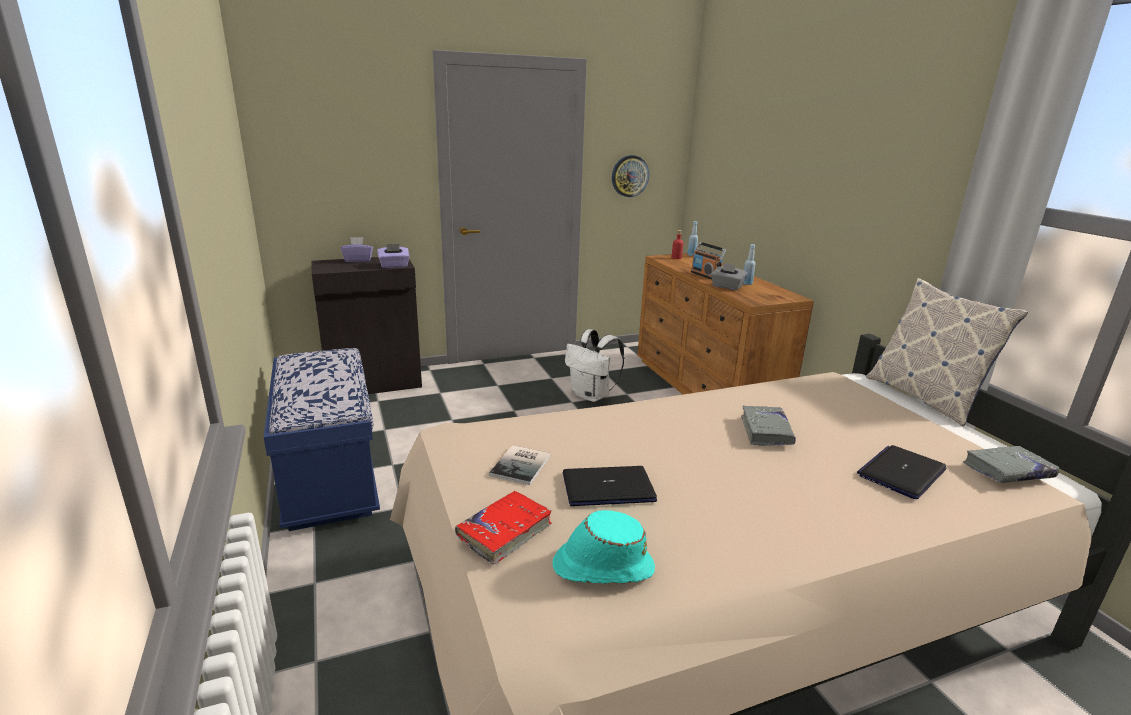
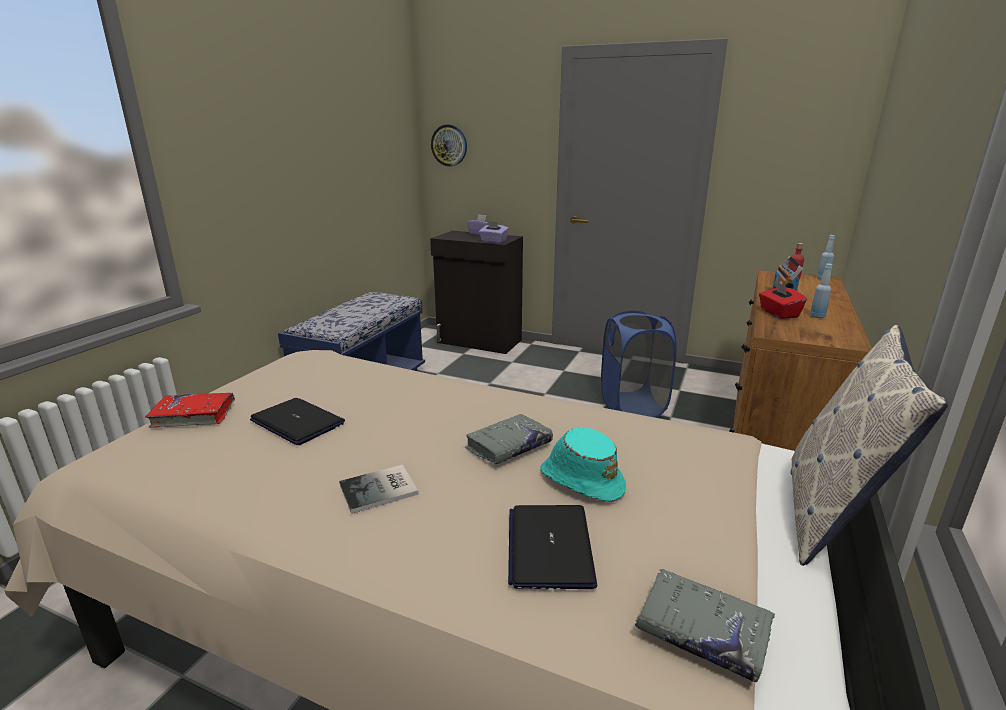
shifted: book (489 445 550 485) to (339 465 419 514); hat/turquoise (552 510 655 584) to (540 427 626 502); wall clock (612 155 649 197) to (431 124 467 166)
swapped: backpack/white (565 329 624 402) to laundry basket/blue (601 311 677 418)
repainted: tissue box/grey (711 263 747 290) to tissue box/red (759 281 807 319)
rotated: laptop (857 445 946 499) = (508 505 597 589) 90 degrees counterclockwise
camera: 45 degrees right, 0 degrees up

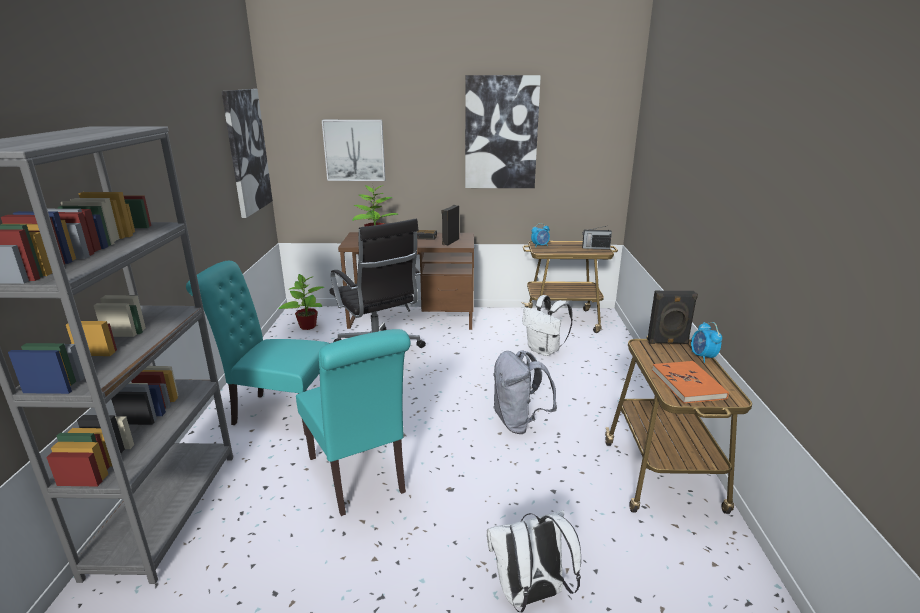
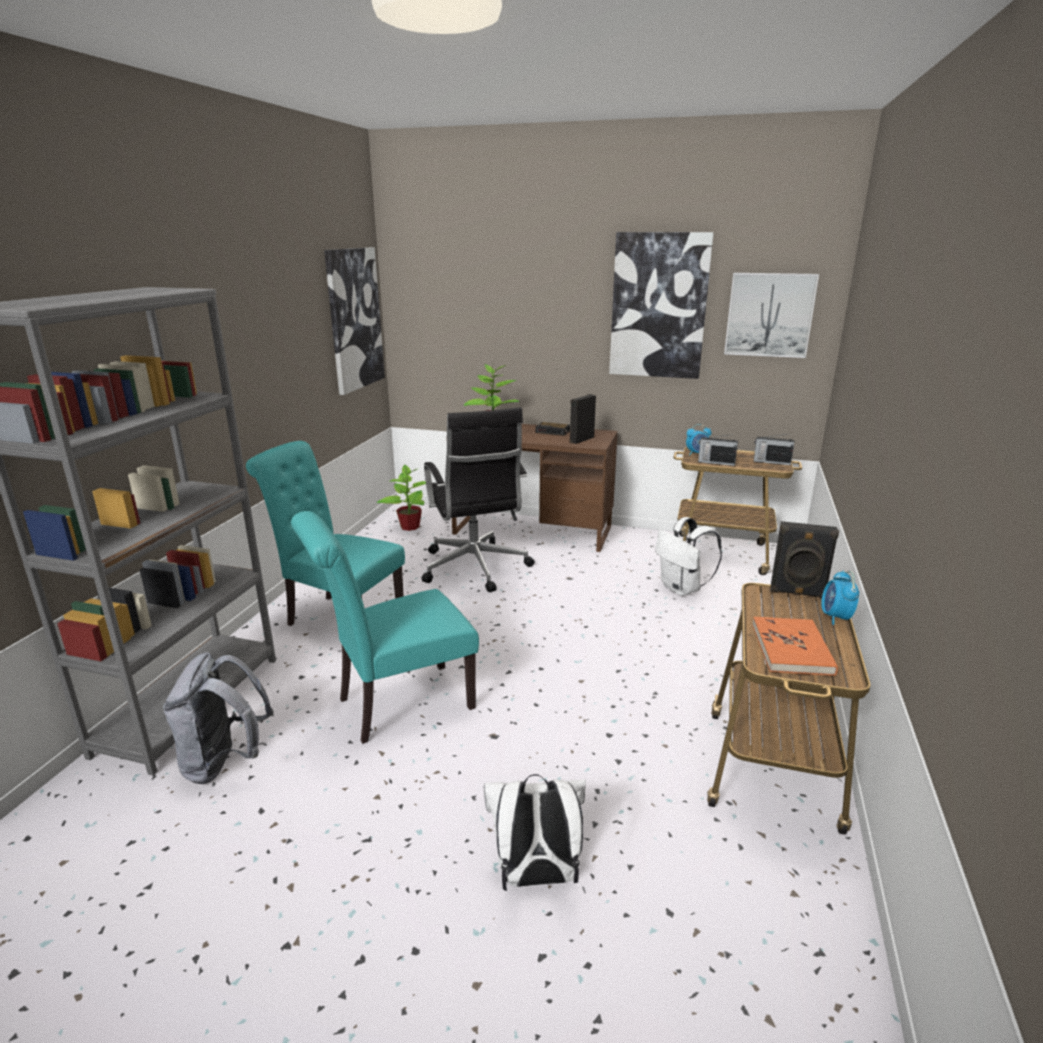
new: radio (698 434 738 466)
shifted: picture (322 120 385 181) to (724 273 819 358); backpack/grey (493 350 557 434) to (163 652 274 784)
rotated: chair/turquoise (296 329 411 516) = (291 511 479 744) 75 degrees clockwise
camera: 15 degrees right, 0 degrees up

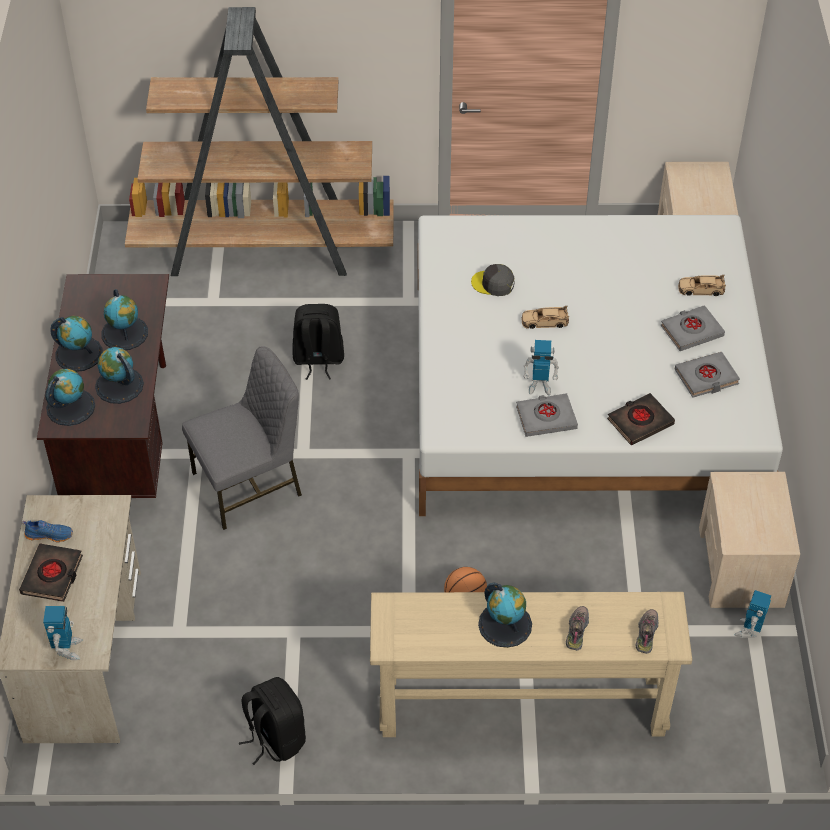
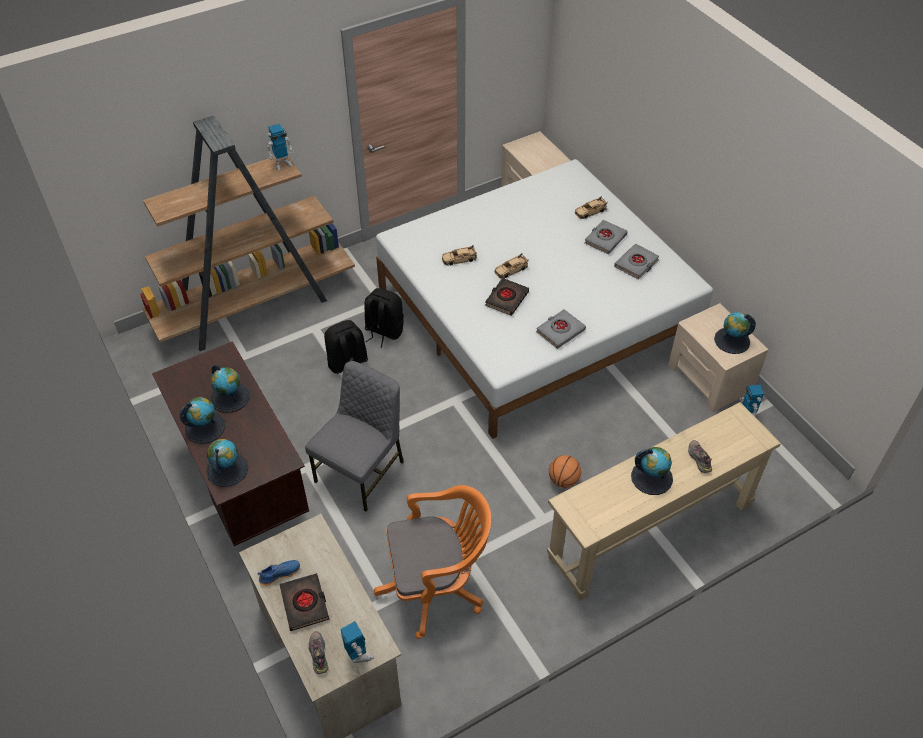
new: office chair/orange (373 485 491 639)
shifted: globe (95 347 144 404) to (714 312 756 354); backpack/black (239 677 306 765) to (364 288 404 348); toy robot (523 340 559 395) to (267 124 294 171); book/black (607 393 675 445) to (485 278 529 316); shoe (635 609 659 654) to (308 631 328 674)
swapped: cap/grey (471 264 515 296) to toy car/beige (442 245 477 266)
camera: 30 degrees left, 0 degrees up

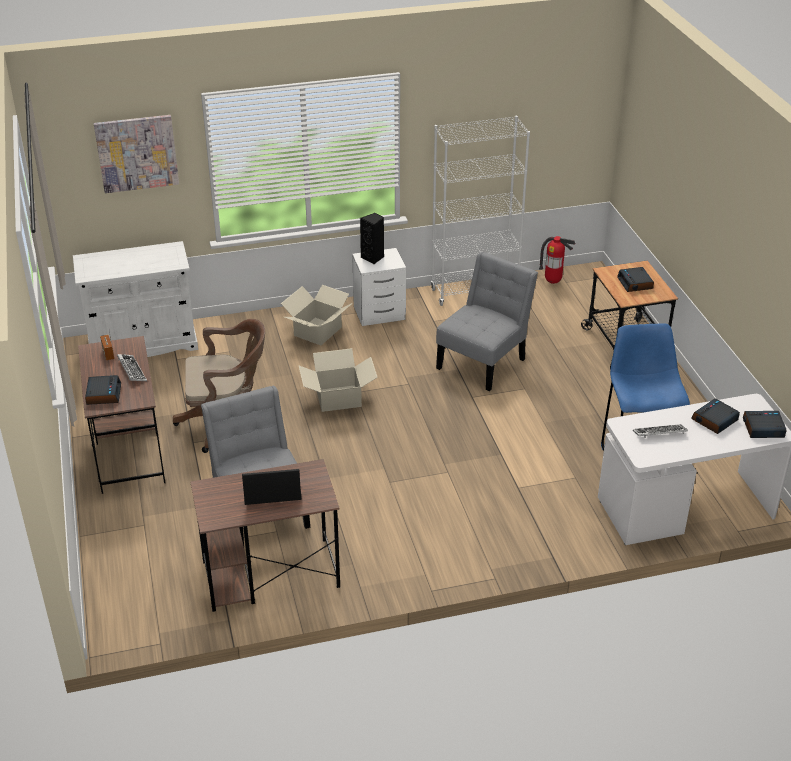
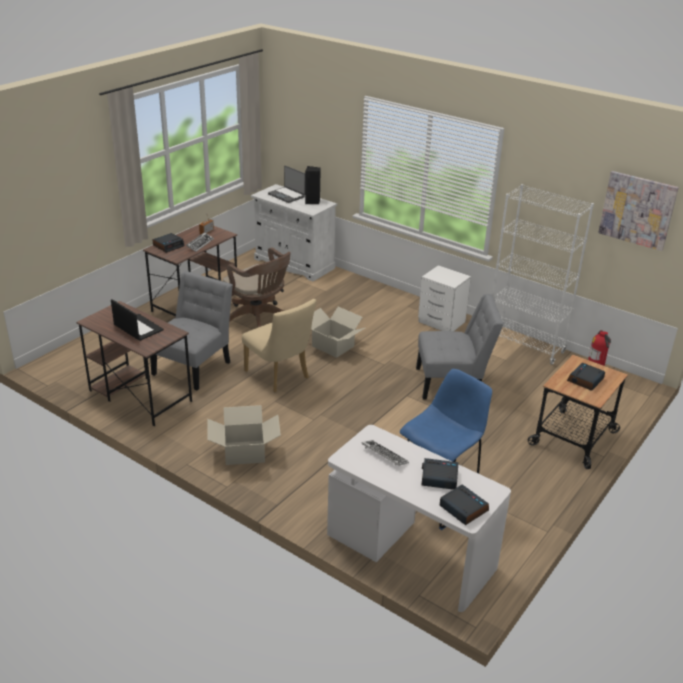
new: chair/beige (242 299 316 392); laptop (268 166 305 203)
shifted: picture (94 115 179 193) to (598 171 679 251); cardboard box (281 285 352 345) to (207 405 281 465); speaker/black (360 213 384 264) to (305 166 321 204)
camera: 50 degrees right, 5 degrees down

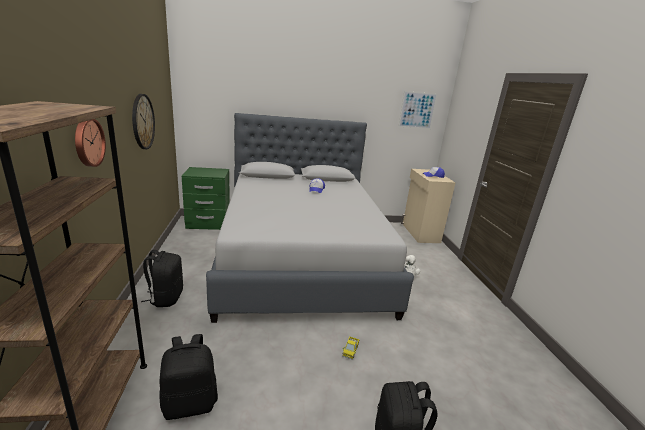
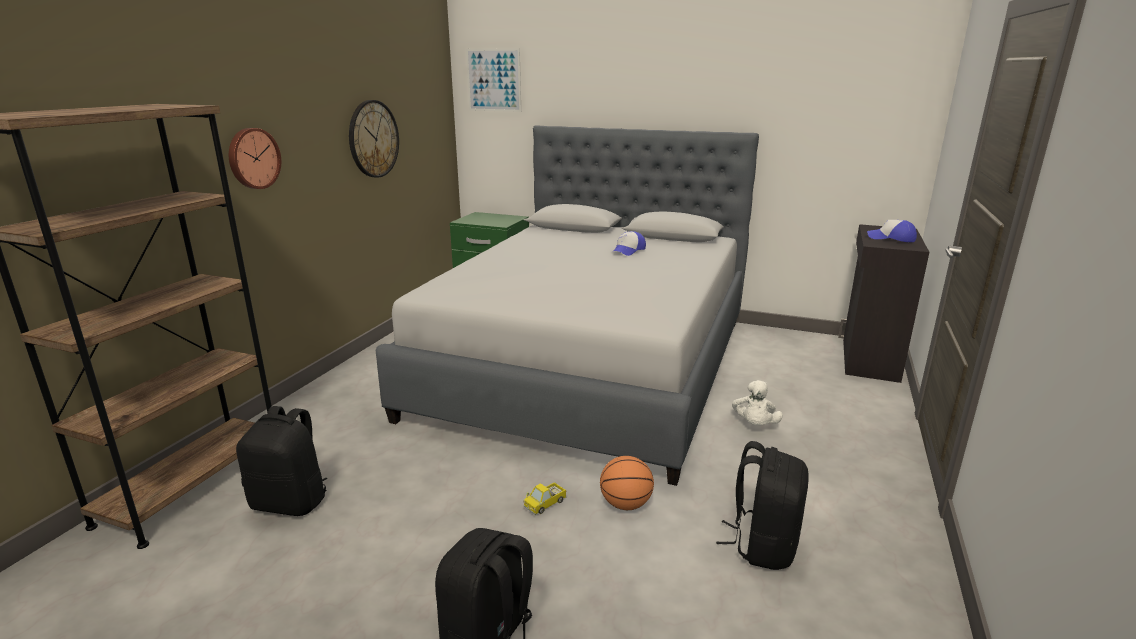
new: basketball (600 456 654 510)
shifted: backpack/black (141 250 183 307) to (716 441 809 570); picture (398 91 437 129) to (466 48 521 112)
repainted: cabinet/beige (401 169 456 243) to cabinet/black (838 224 929 383)
camera: 30 degrees right, 0 degrees up

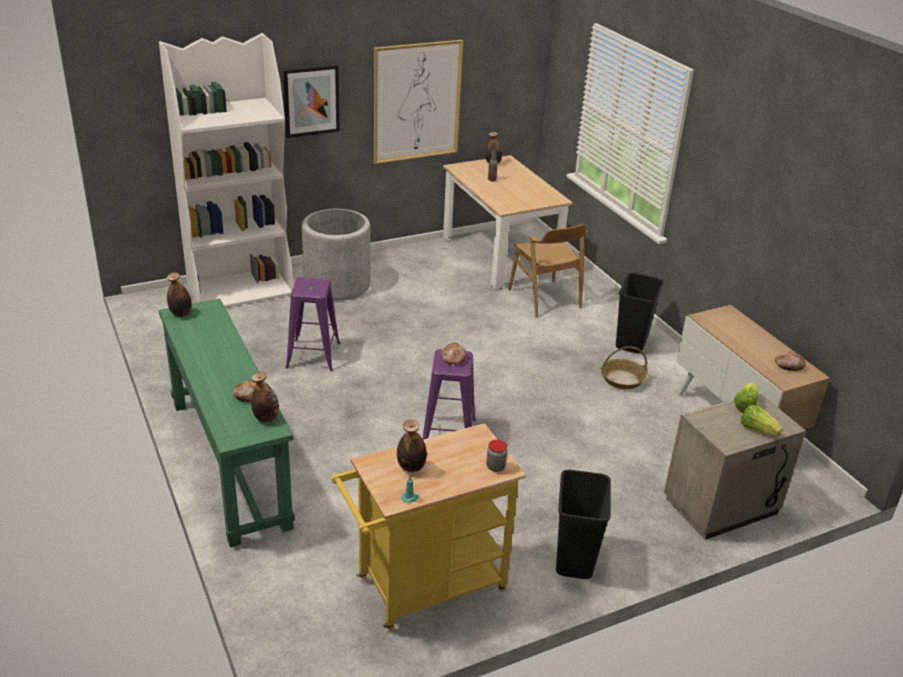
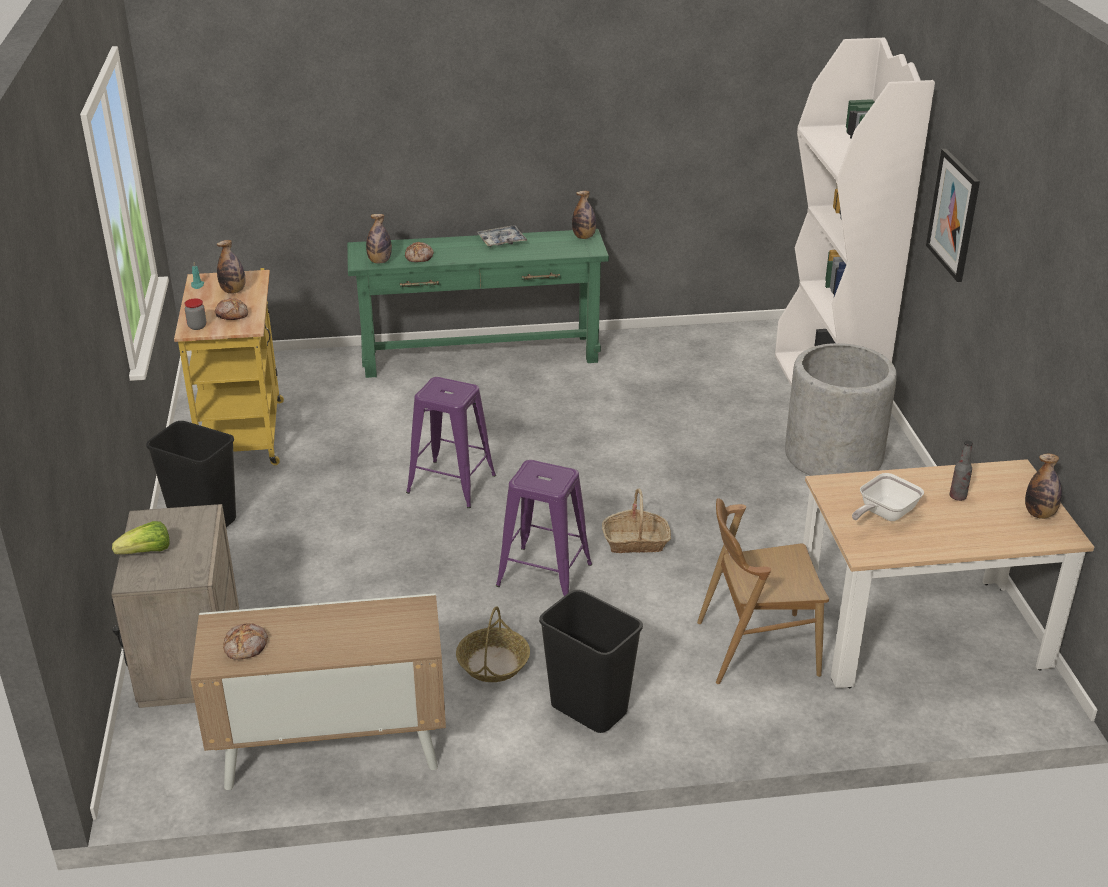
gone: picture (374 40 463 164); lettuce (734 383 758 412)
new: tray (477 225 528 247); basket (602 489 671 553); frying pan (852 473 924 521)
shifted: stool/purple (285 277 340 371) to (496 460 592 596); bread (441 342 466 365) to (214 298 248 320)
camera: 110 degrees right, 0 degrees up

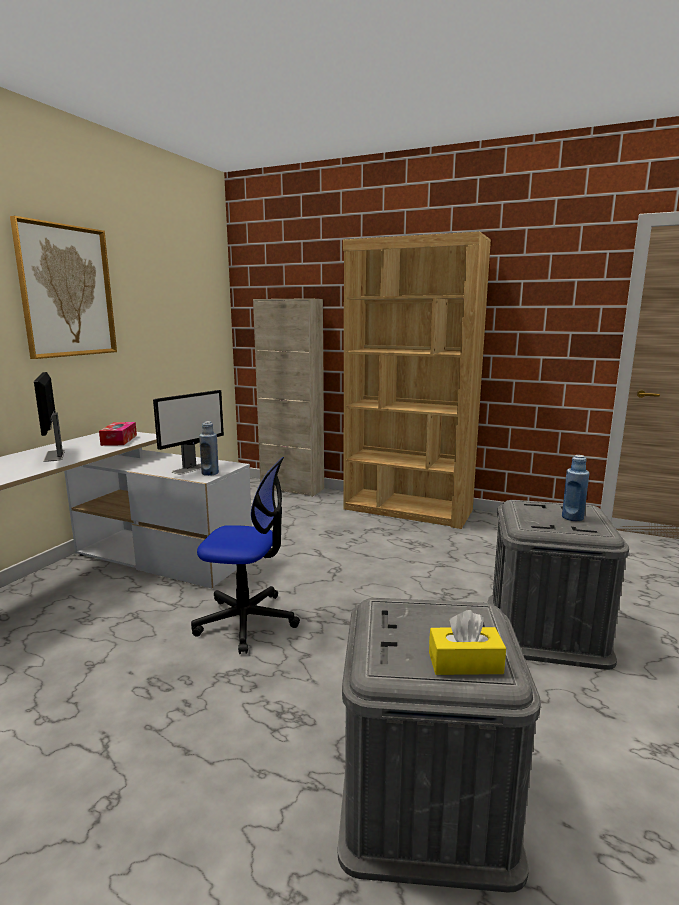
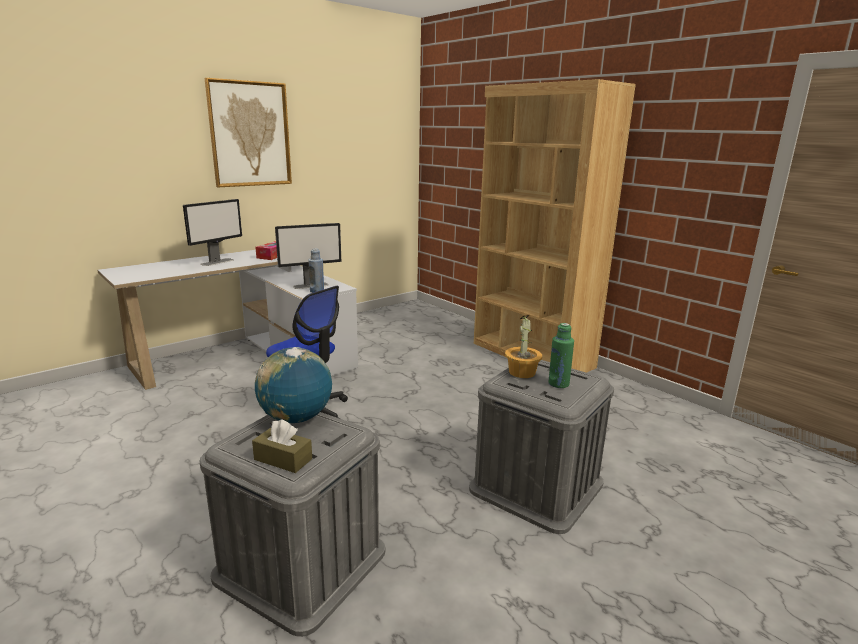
gone: cabinet/beige (253 298 324 497)
new: globe (255 347 332 423); potted plant (505 315 542 378)
repainted: tissue box/yellow (429 610 506 675) to tissue box/brown (252 419 312 473); bottle/blue (562 455 589 521) to bottle/green (548 323 574 388)
rotated: monitor (34 372 65 462) = (183 199 242 266) 150 degrees counterclockwise
camera: 25 degrees right, 5 degrees up

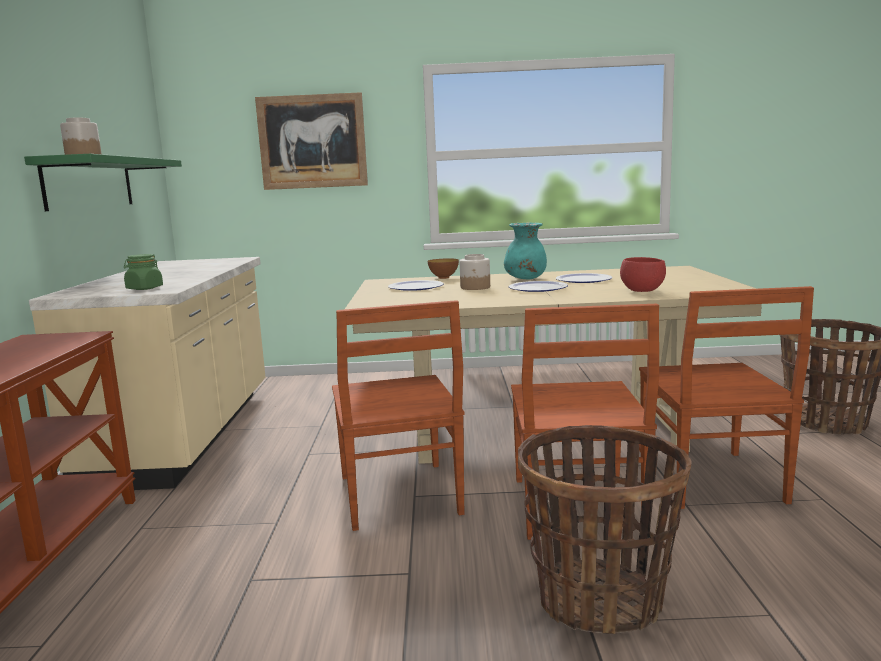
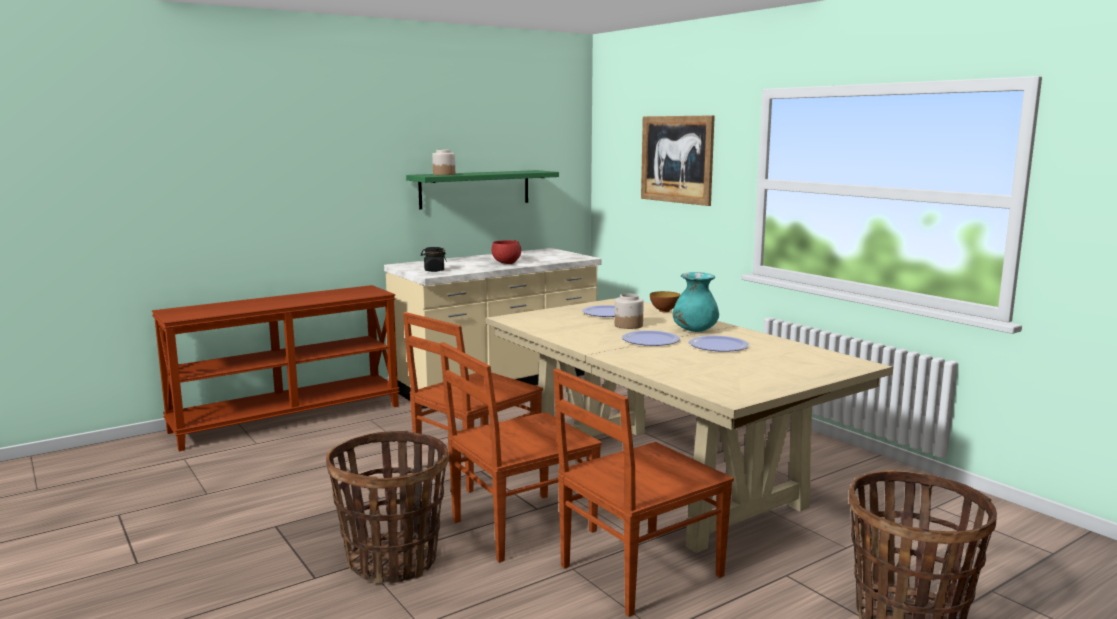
shifted: bowl/red (620 257 666 292) to (492 240 521 264)
repainted: jar/green (124 254 163 290) to jar/black (421 247 447 272)
camera: 55 degrees right, 0 degrees up

